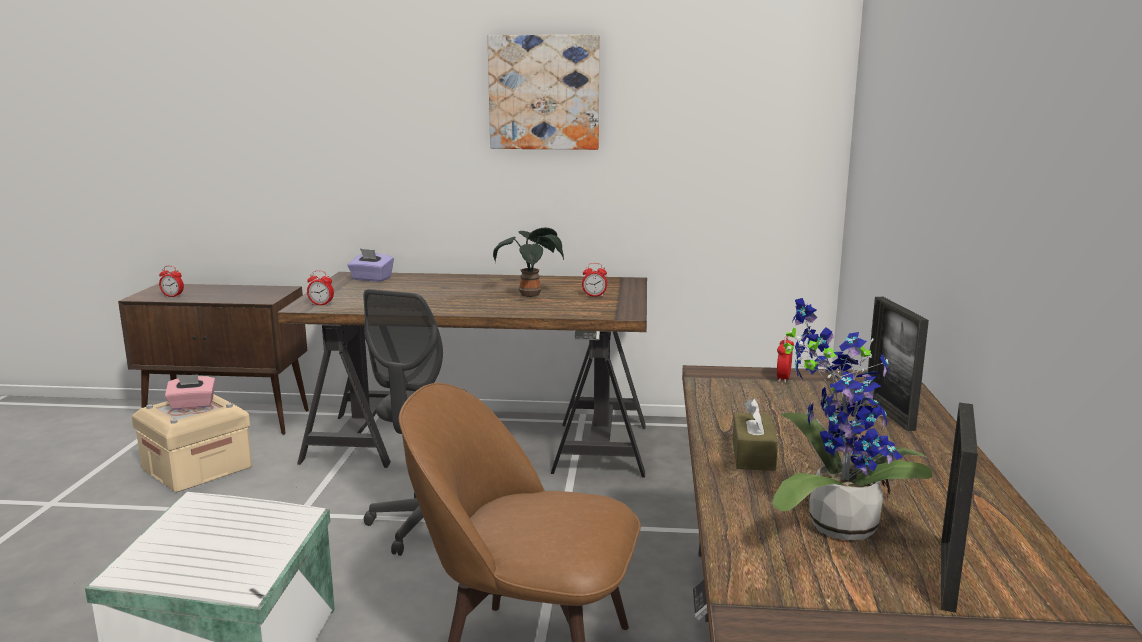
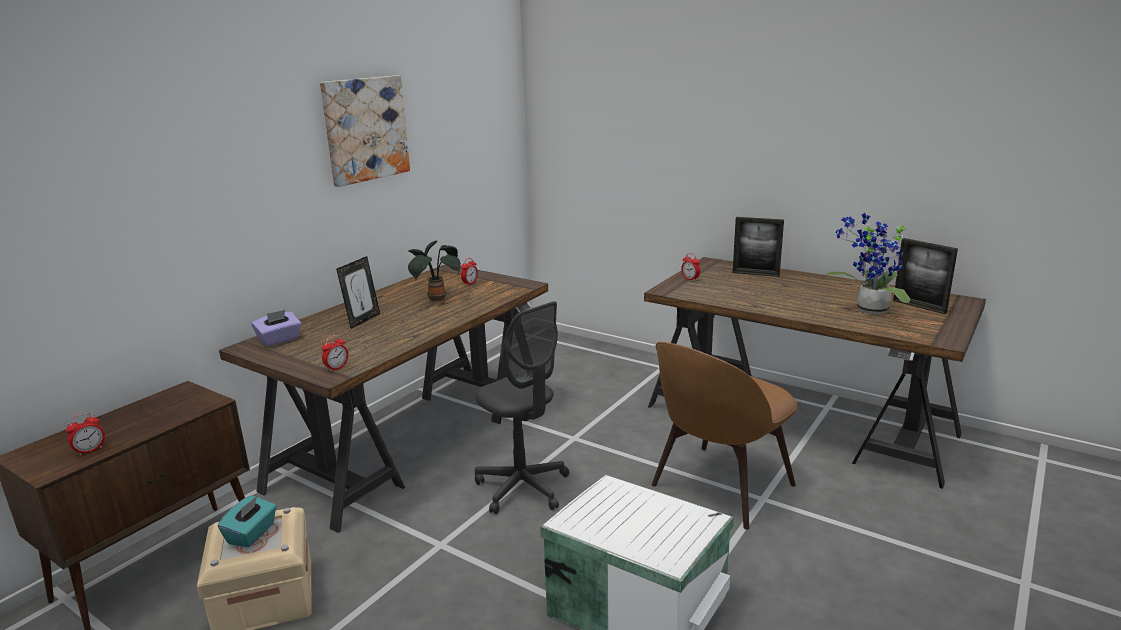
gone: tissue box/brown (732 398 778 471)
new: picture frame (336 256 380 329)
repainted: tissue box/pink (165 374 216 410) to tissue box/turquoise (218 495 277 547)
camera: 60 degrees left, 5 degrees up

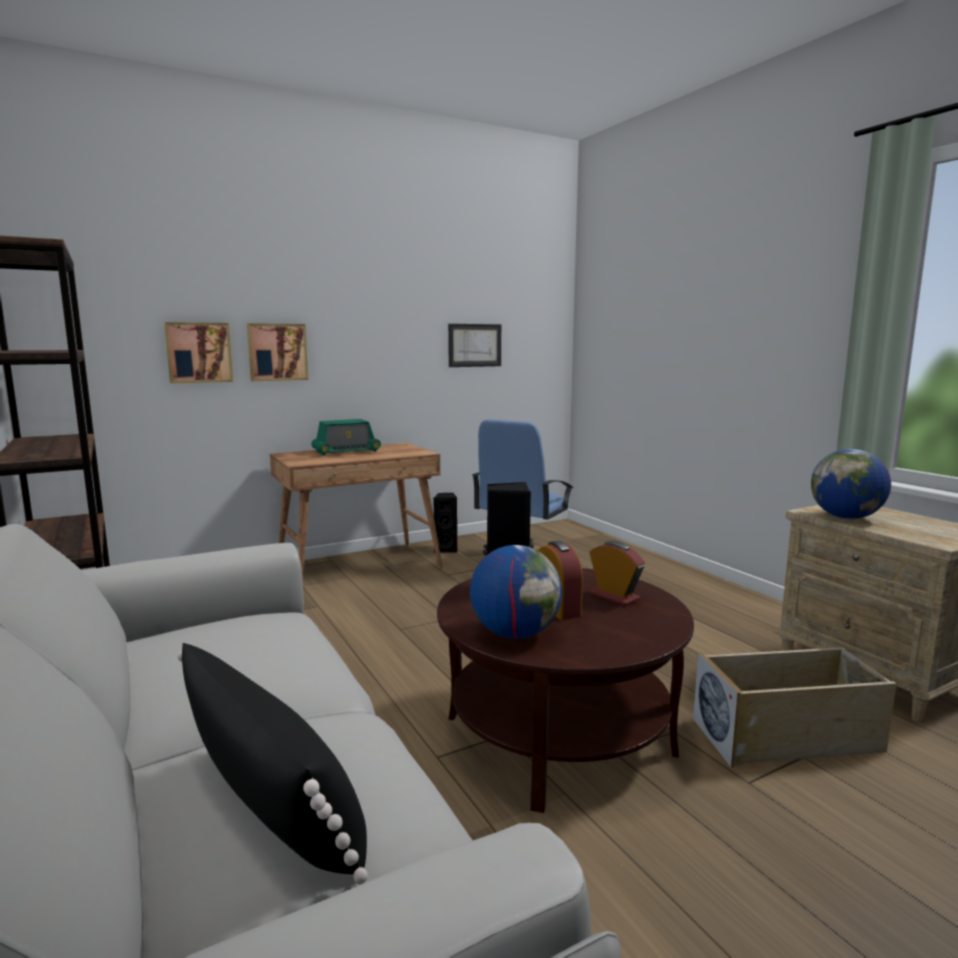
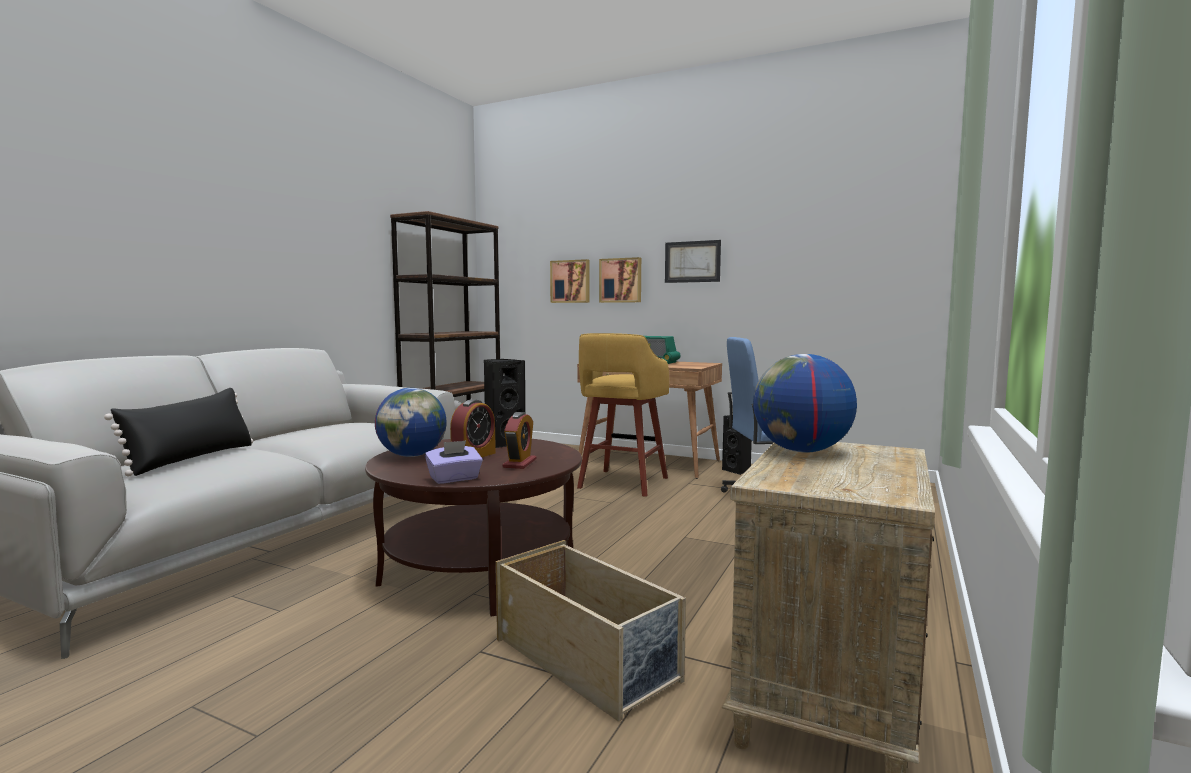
new: tissue box/purple (425 440 483 484); stool/yellow (577 333 669 497)
shifted: picture (448 324 501 367) to (665 240 721 283)
camera: 55 degrees right, 5 degrees down

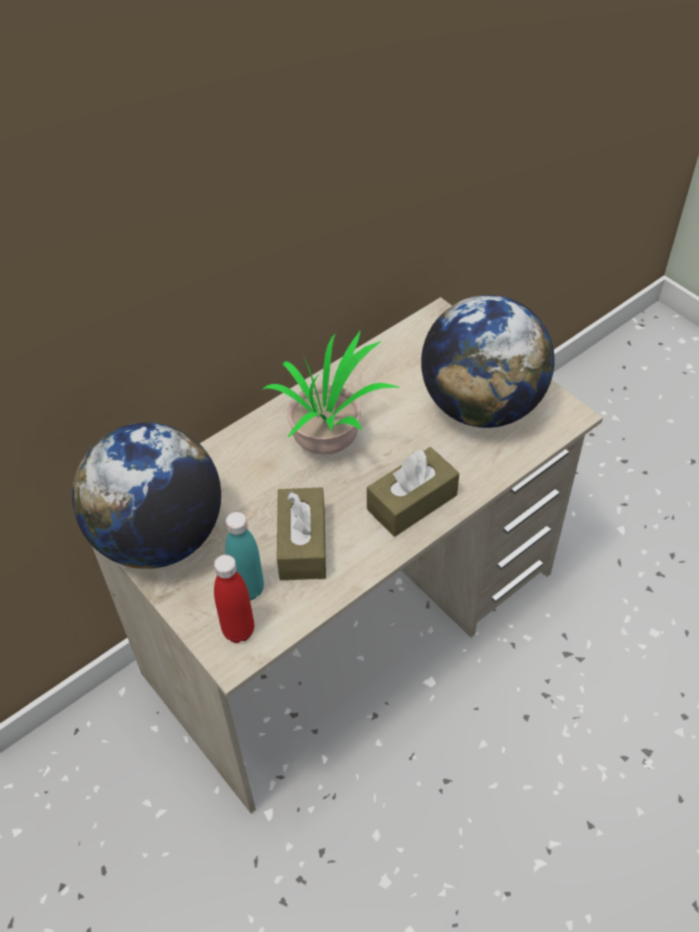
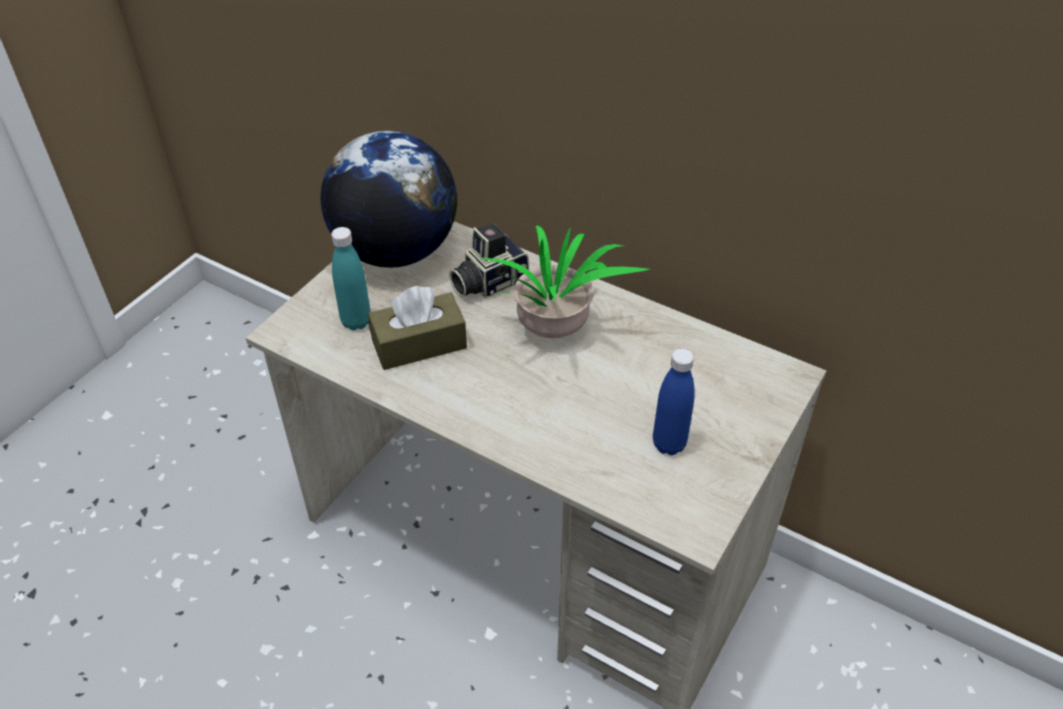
gone: bottle/red (214 555 254 643); tissue box/brown (367 447 459 537)
new: photo camera (449 224 529 299)
swapped: globe (421 295 555 428) to bottle/blue (653 348 695 455)
camera: 70 degrees right, 5 degrees down

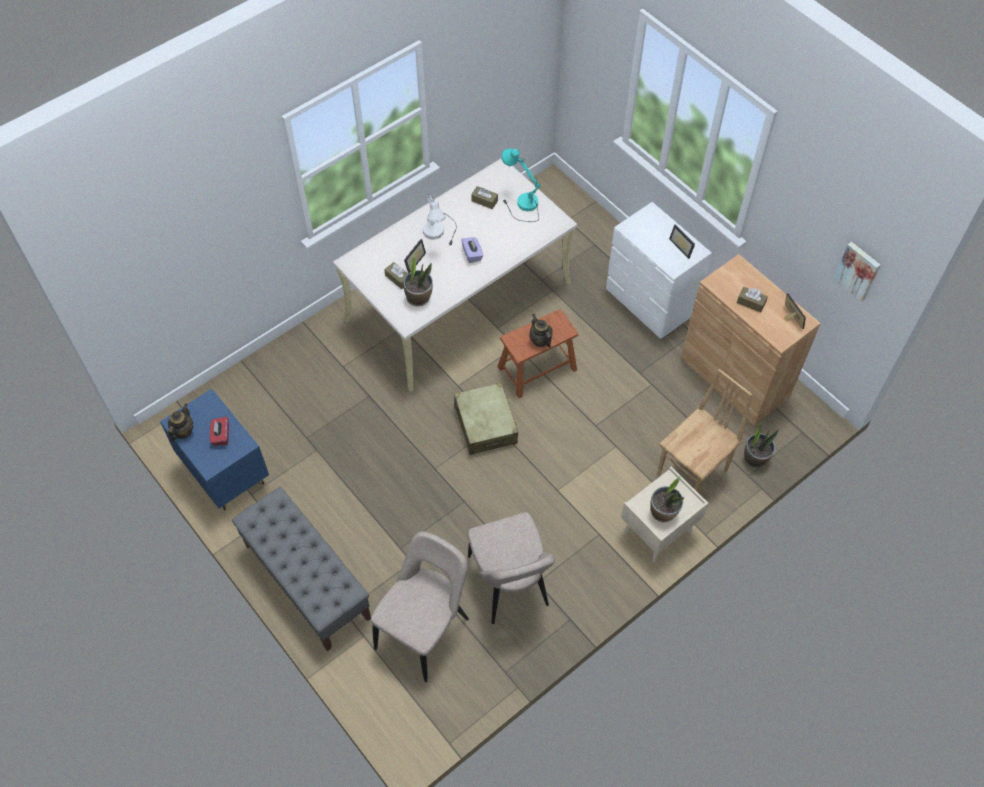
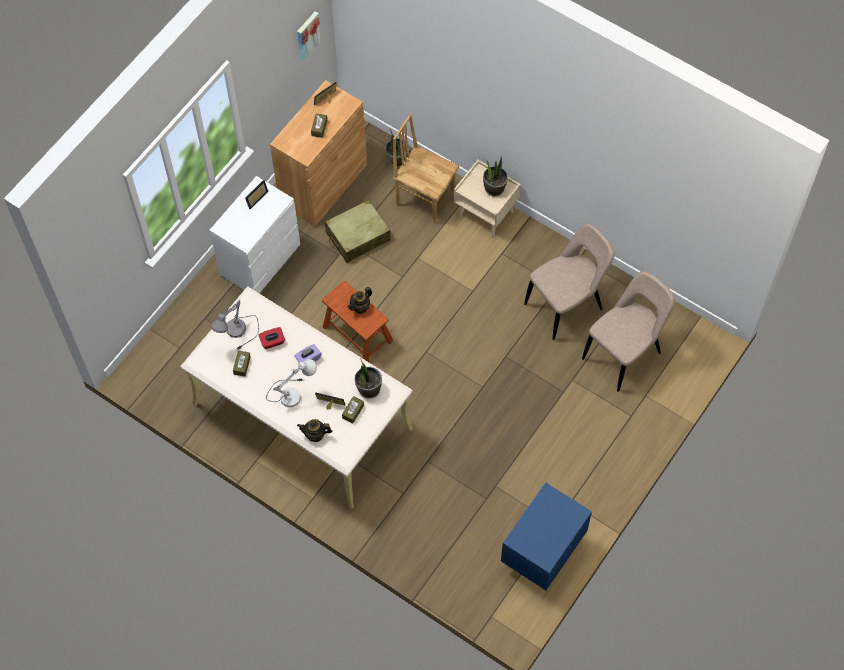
gone: bench/grey (232 487 371 651)
shifted: teapot (168 403 193 442) to (297 419 332 442); tissue box/red (210 417 229 445) to (259 327 285 349); suitcase/beige (454 382 518 455) to (325 200 391 263)
repainted: table lamp/turquoise (501 148 542 222) to table lamp/grey (211 301 259 351)
rotated: chair/beige (371 531 469 682) = (582 271 675 392) 120 degrees clockwise
camera: 105 degrees left, 5 degrees up

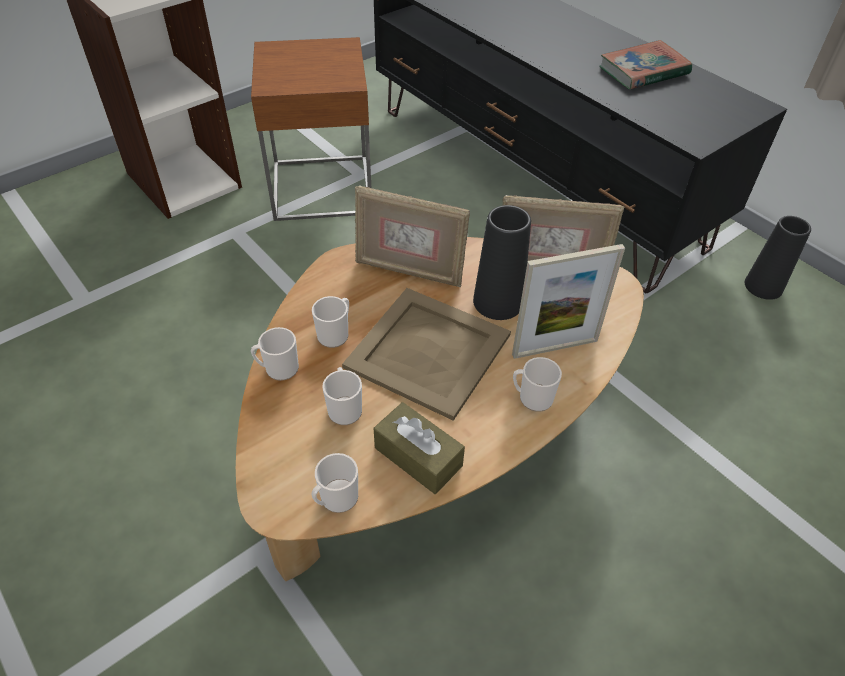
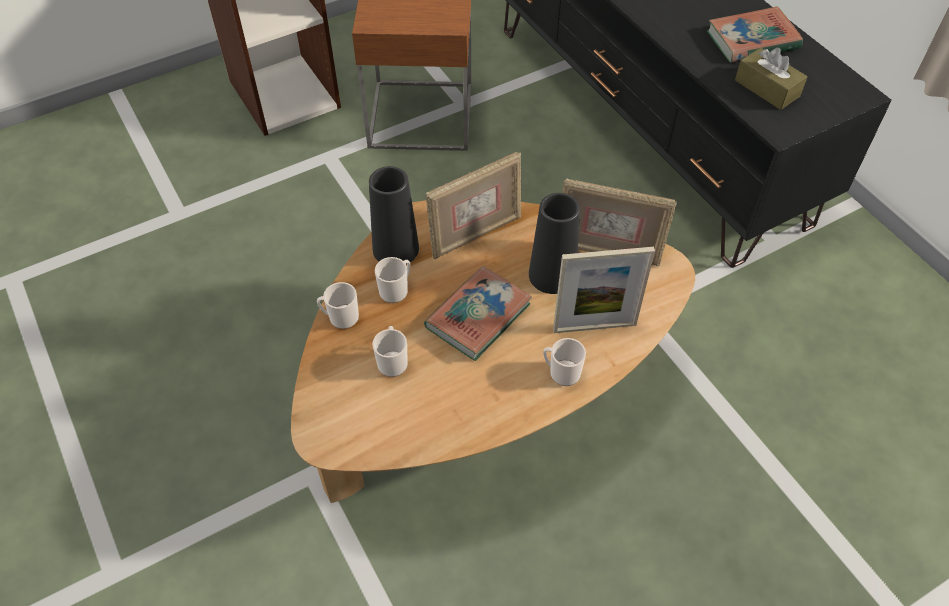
gone: mug (311 453 358 513)
shifted: tissue box/brown (374 402 465 494) to (735 48 808 110); vase/black (745 216 811 300) to (369 166 419 265)
swapped: tray/beige (342 288 511 421) to book (424 266 532 361)
rotated: picture frame (355 185 470 287) = (425 152 521 259) 60 degrees counterclockwise
camera: 10 degrees right, 5 degrees up

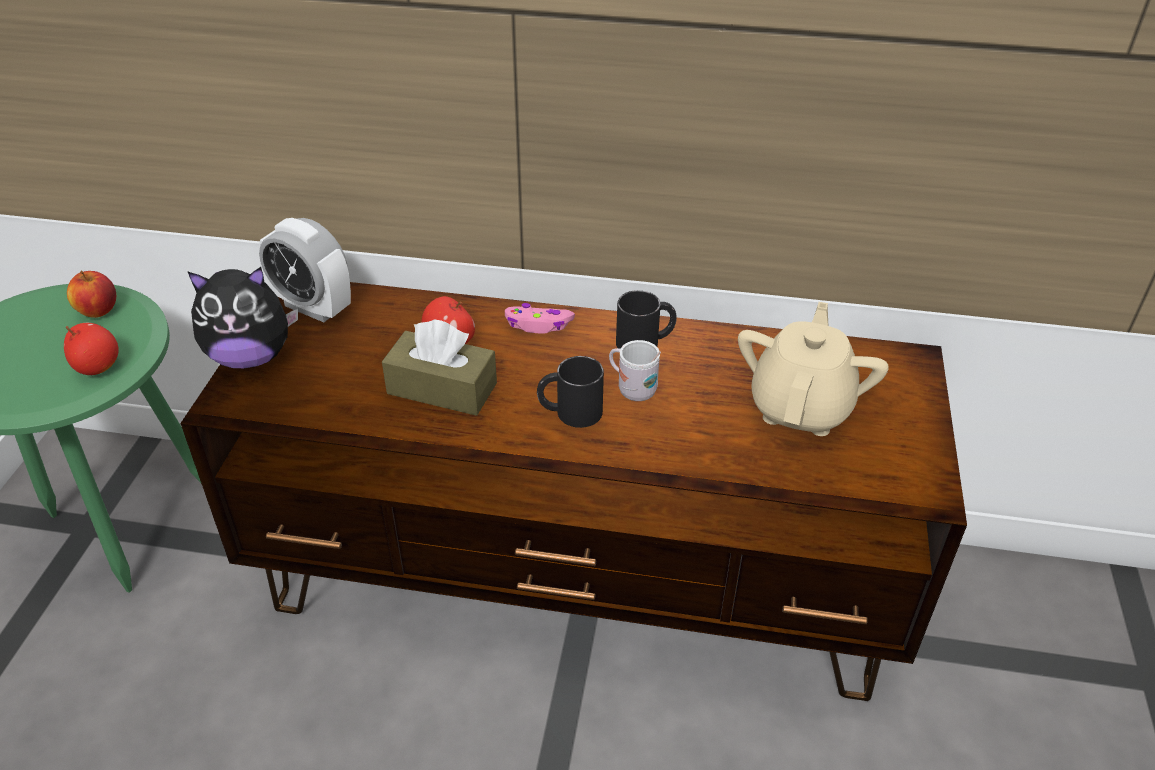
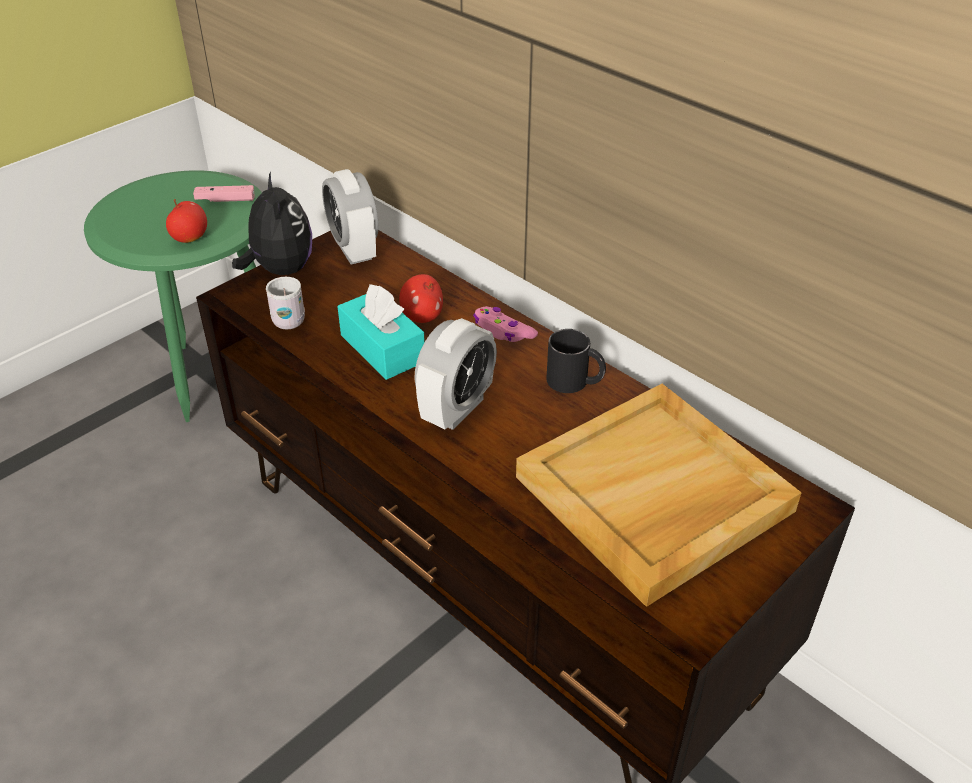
shifted: mug/white (609 340 661 401) to (266 277 305 329)
swapped: apple (67 270 116 318) to game controller/pink (193 185 255 202); mug/black (537 356 604 428) to alarm clock (414 318 497 430); teapot/beige (738 302 889 436) to tray/beige (516 384 802 607)
repainted: tissue box/brown (382 319 497 416) to tissue box/turquoise (337 284 425 380)
rotated: plush toy (187 267 298 368) = (232 171 312 275) 135 degrees counterclockwise
camera: 35 degrees right, 0 degrees up

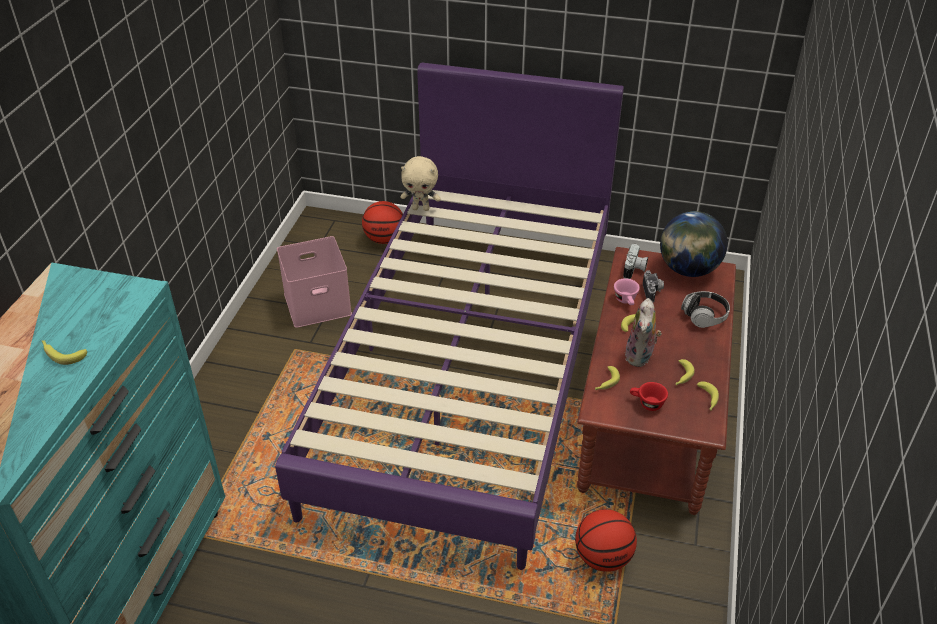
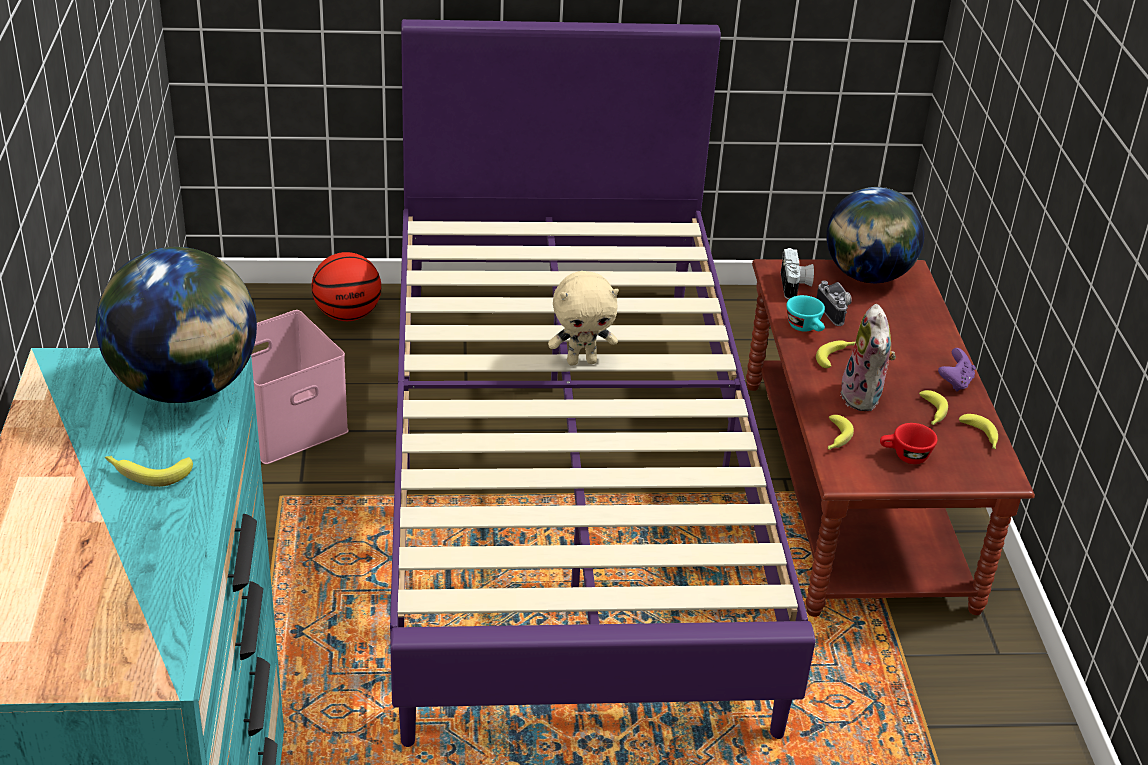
gone: basketball (575 509 637 572); headphones (681 291 730 328)
new: globe (96 247 257 403); game controller/purple (938 348 976 392)
shifted: plush toy/beige (401 156 441 211) to (548 271 619 366)
repainted: cup/pink (614 278 640 305) to cup/turquoise (786 295 825 332)
camera: 20 degrees left, 5 degrees down

